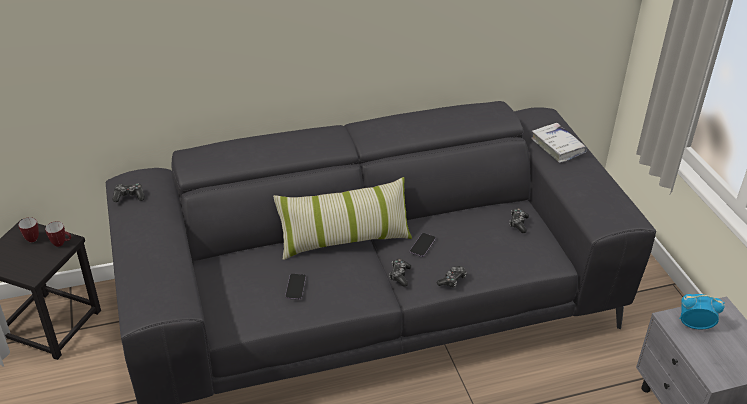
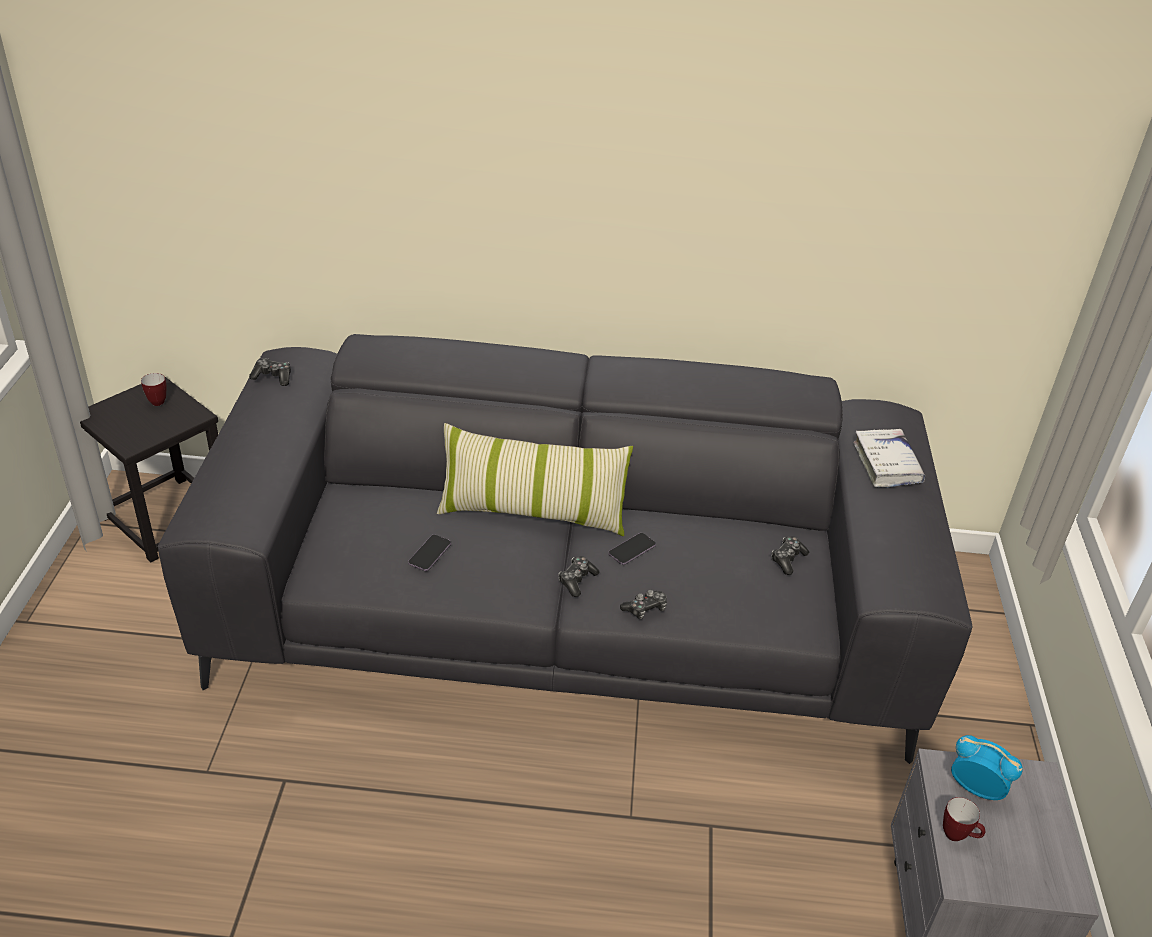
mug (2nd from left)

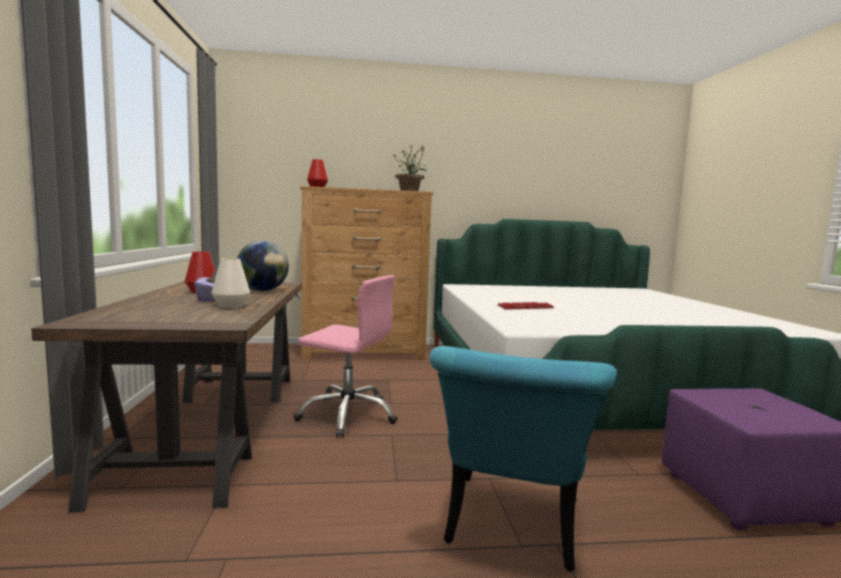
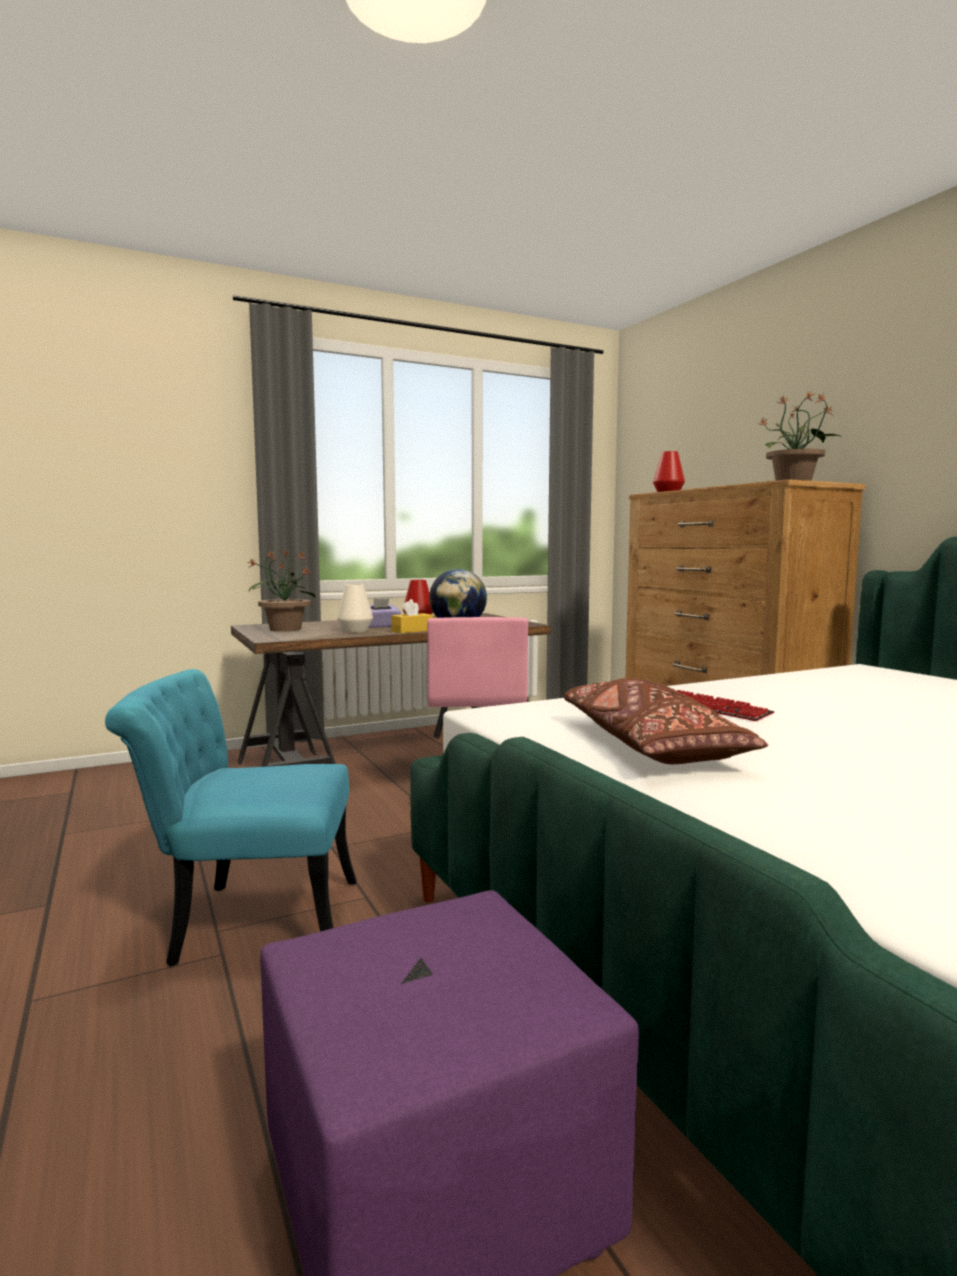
potted plant (1st from left)
yellow tissue box
brown pillow

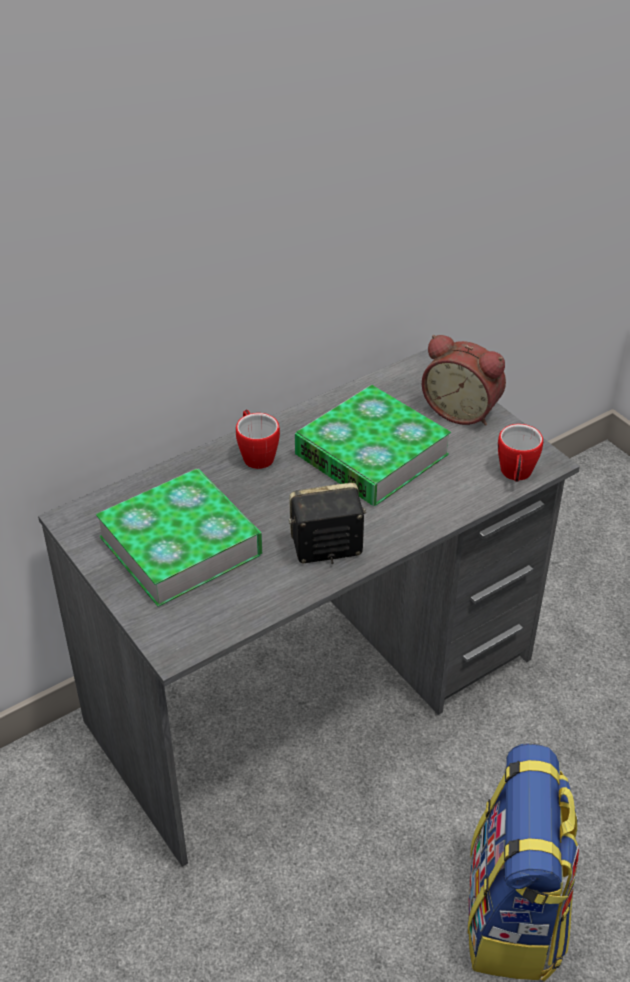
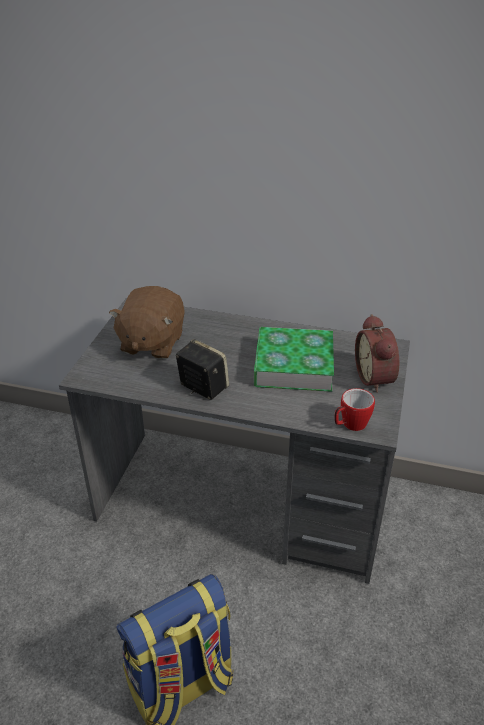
brown plush toy
mug (1st from left in the first image)

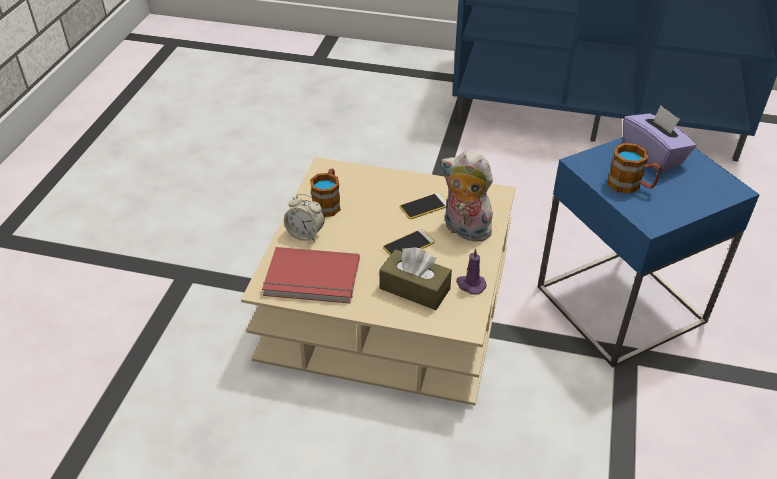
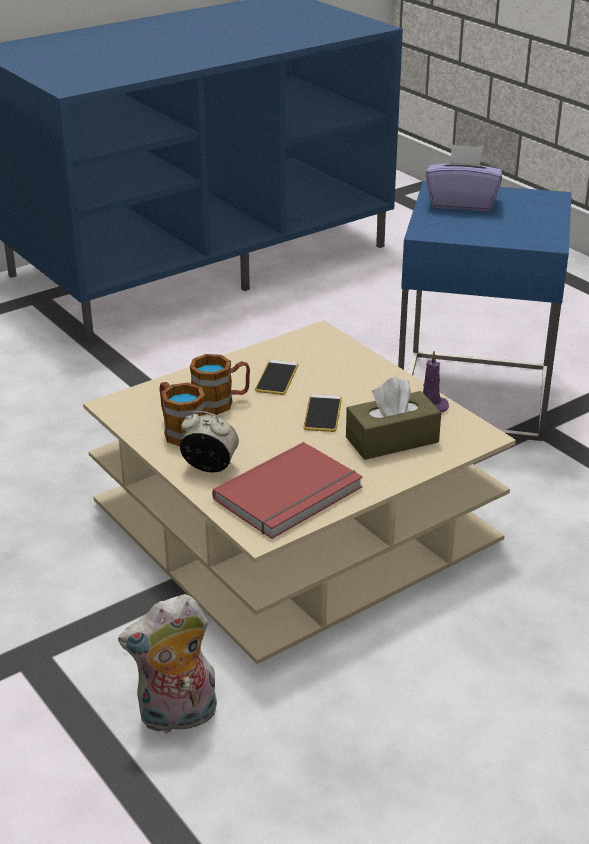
alarm clock
plush toy
mug (2nd from left)

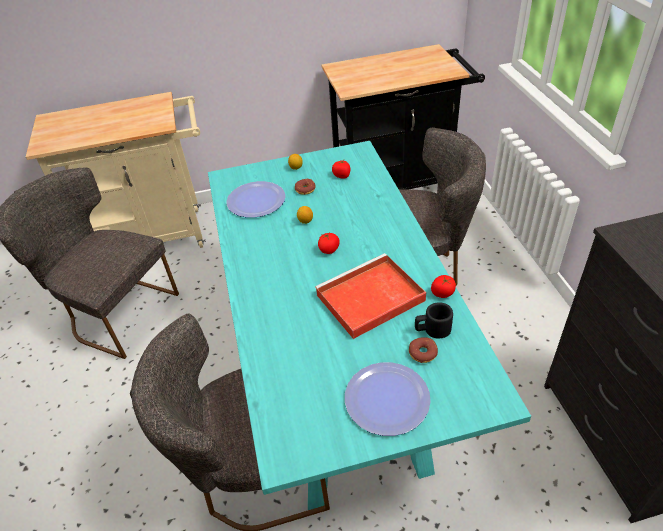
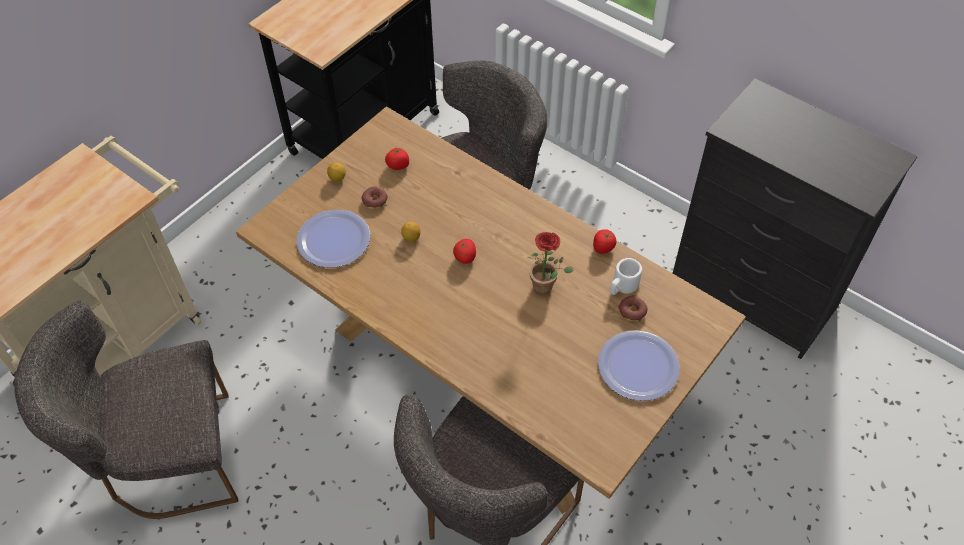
brown dining table
potted plant
white mug

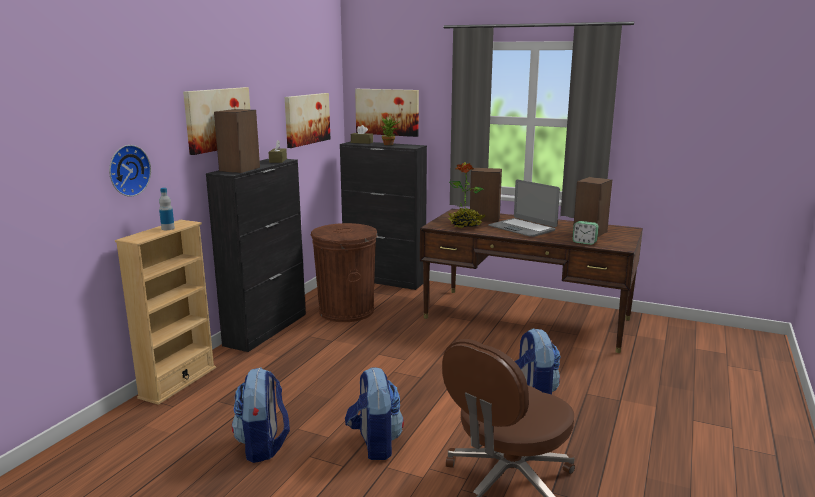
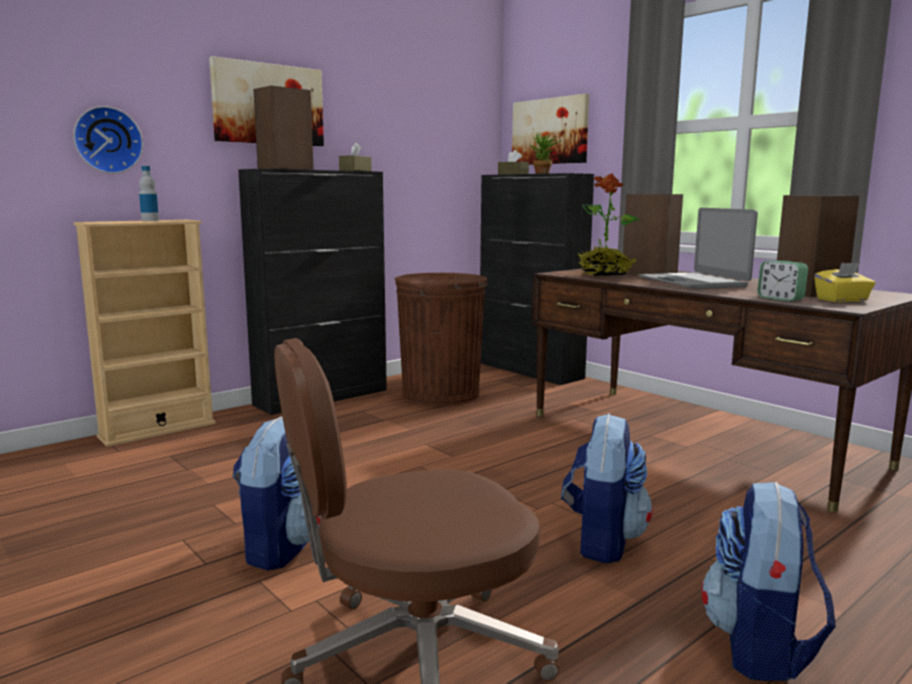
backpack (3rd from left)
picture (2nd from left in the first image)
yellow tissue box

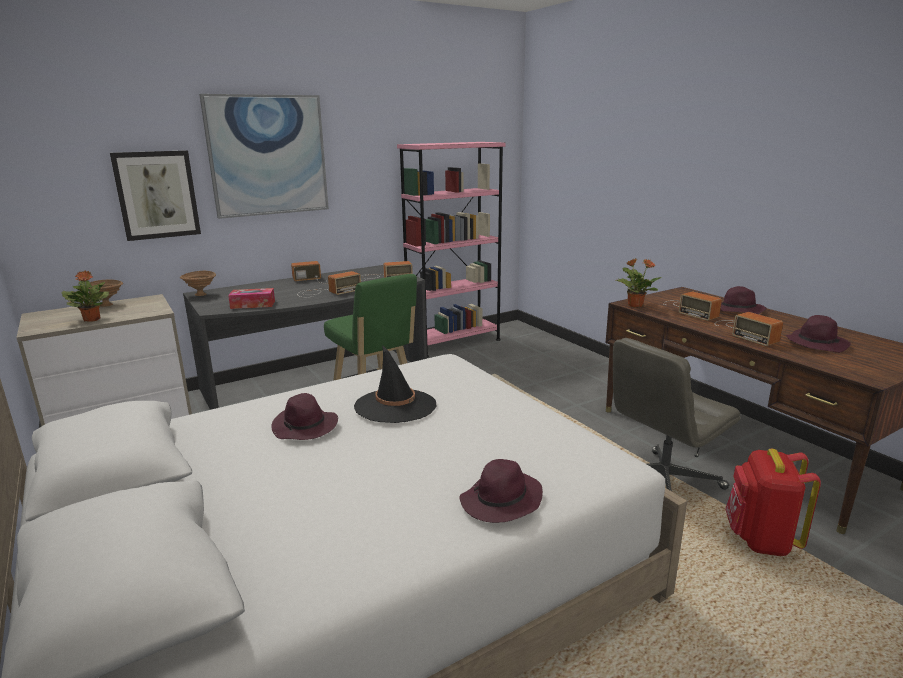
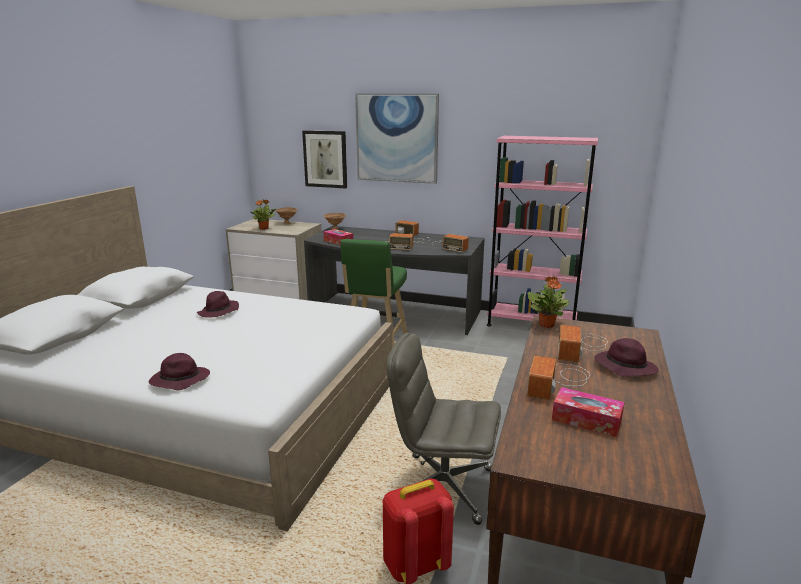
black hat
tissue box (2nd from left)

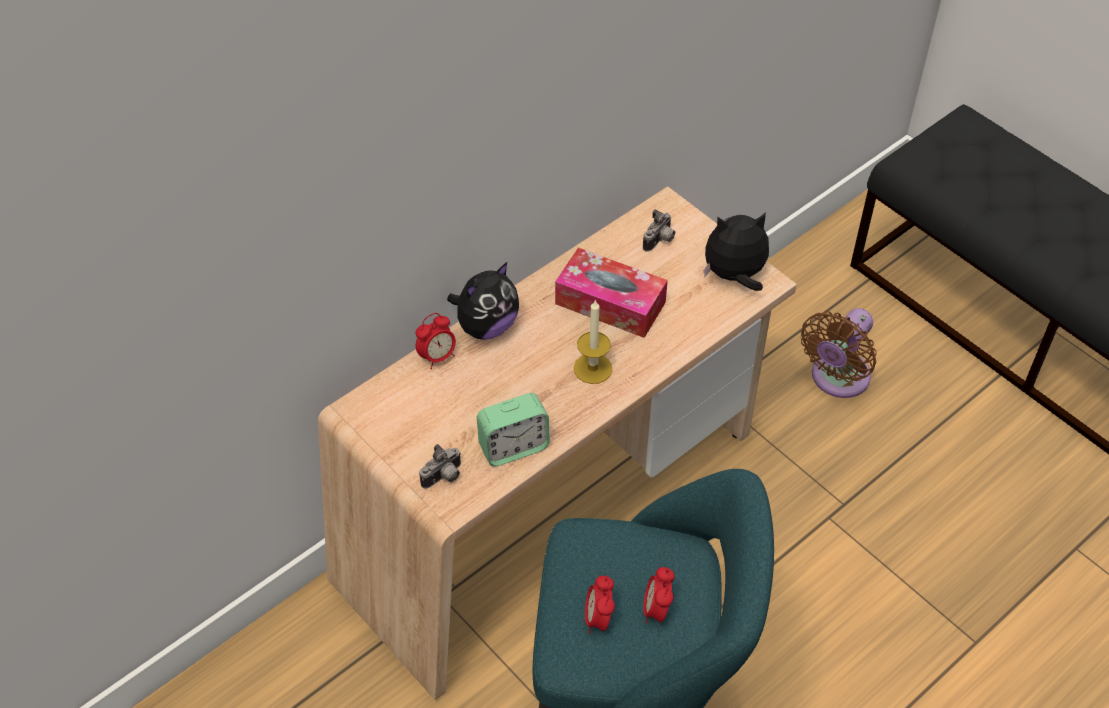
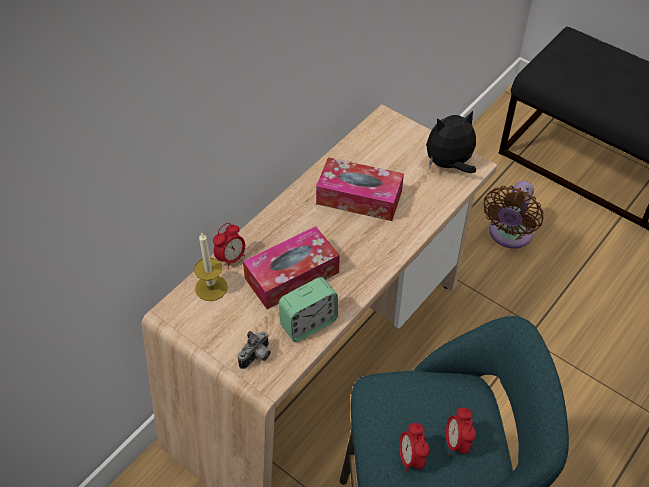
plush toy (1st from left in the first image)
candle
photo camera (2nd from left in the first image)
tissue box (1st from left)

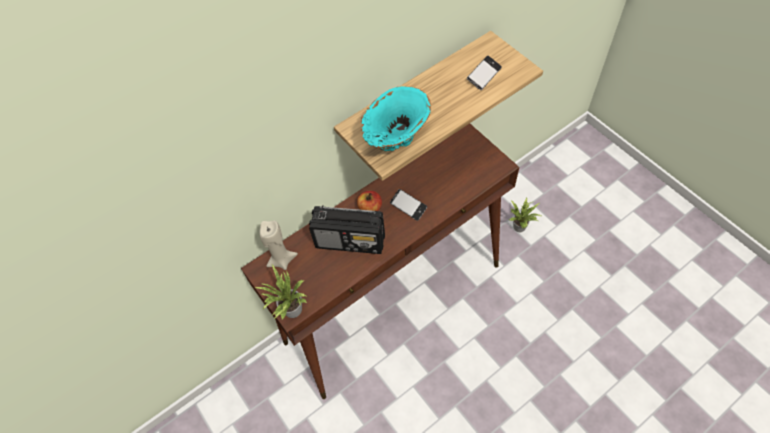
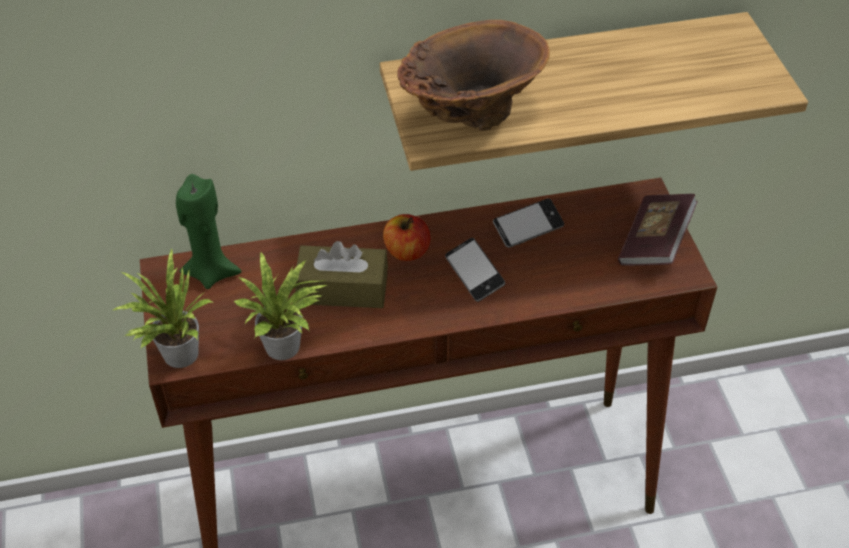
green candle
brown tissue box
brown vase
phone (2nd from left)
potted plant (2nd from left)
book

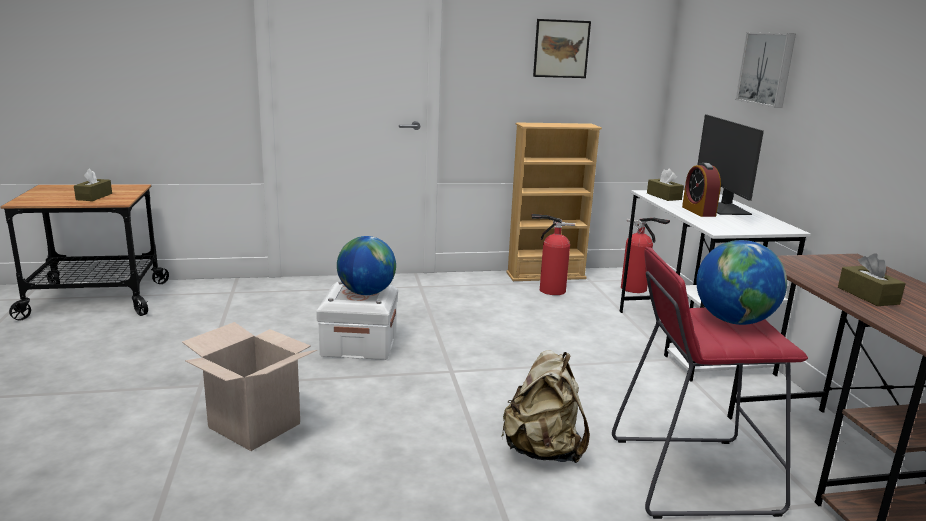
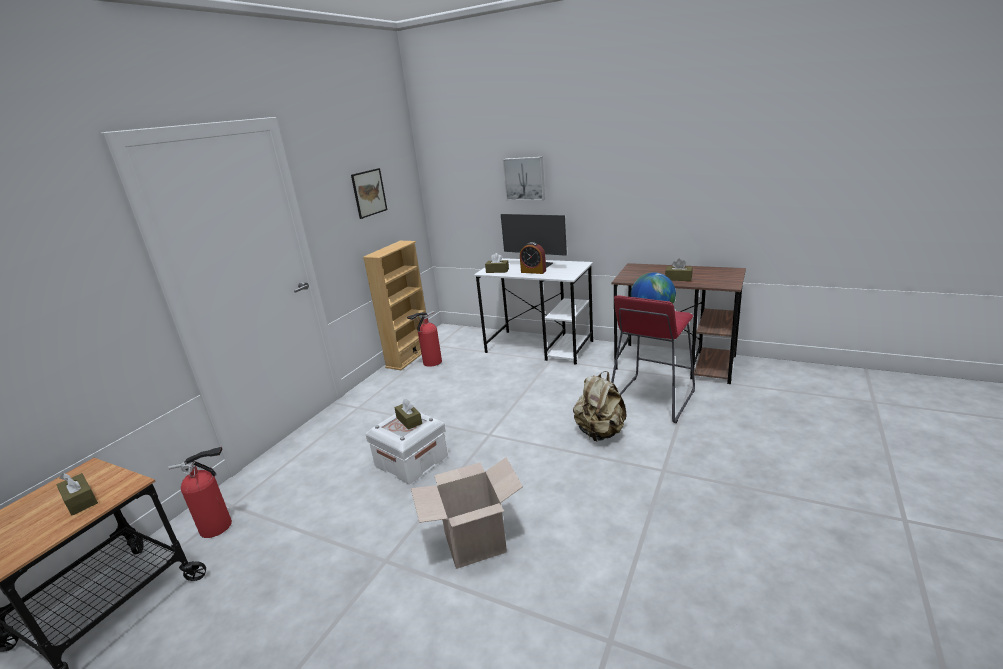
brown tissue box (2nd from left)
fire extinguisher (1st from left)

